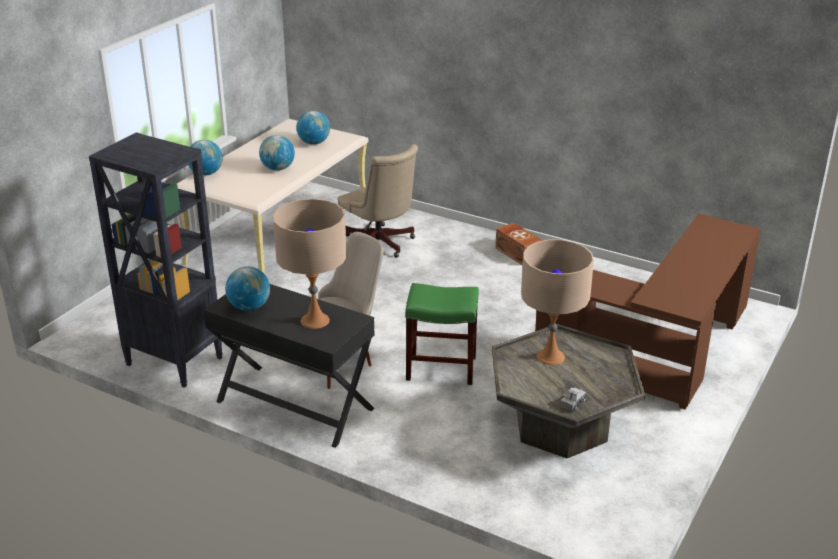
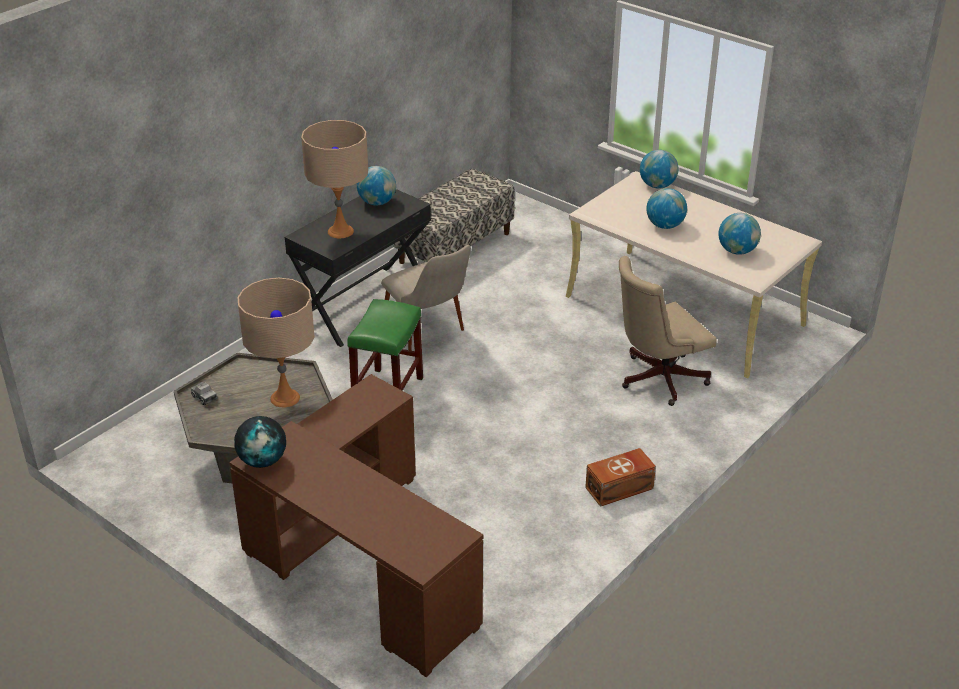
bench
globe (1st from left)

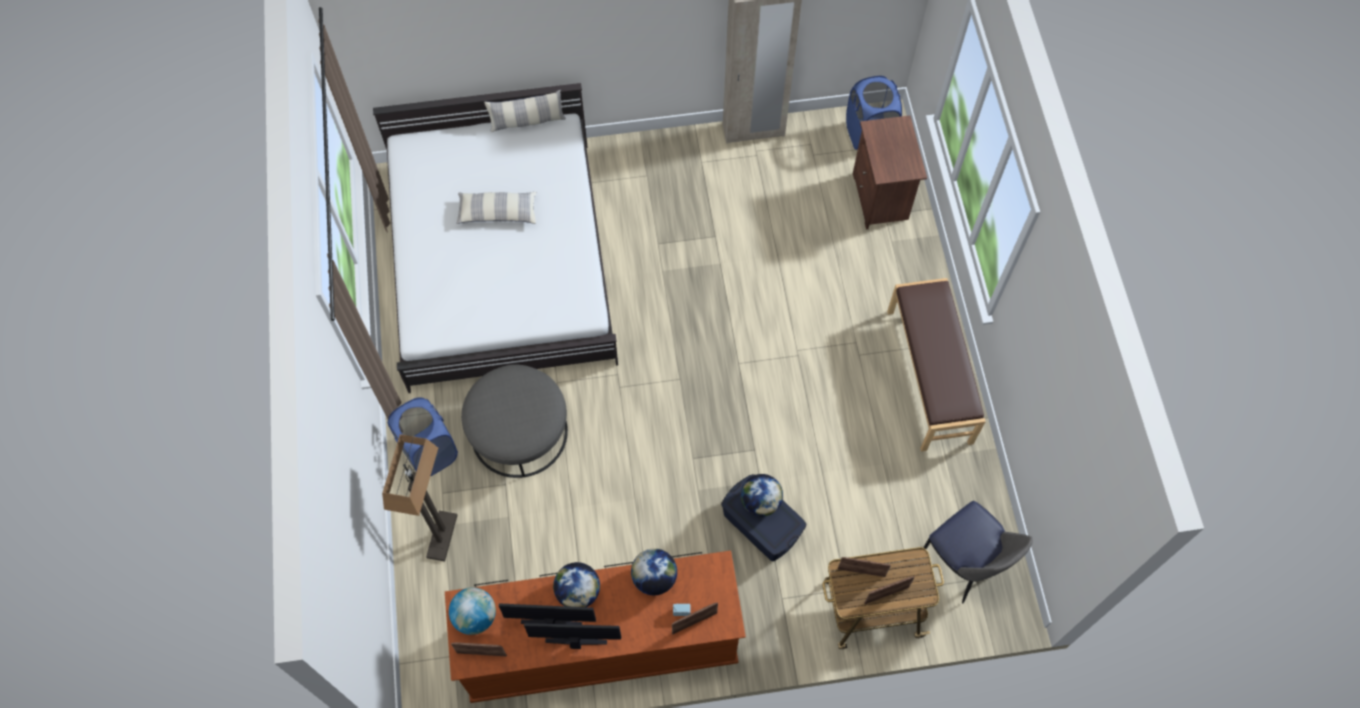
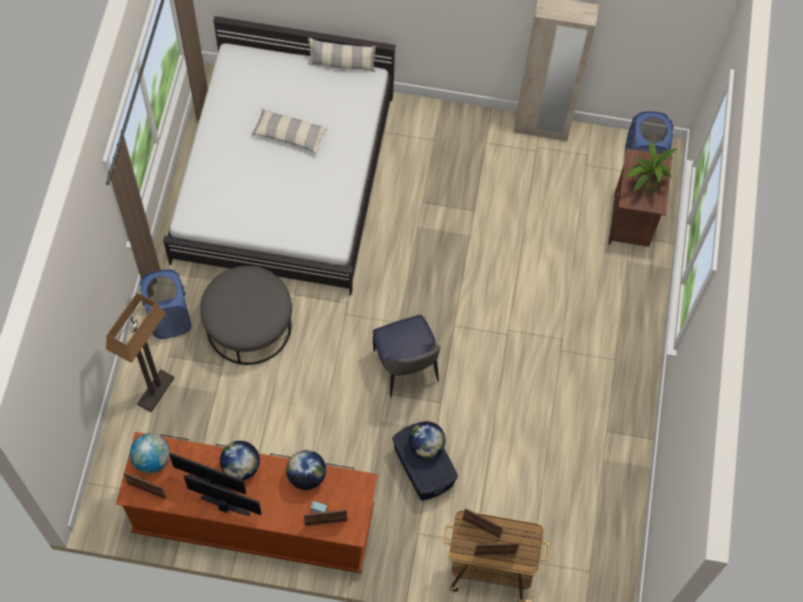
brown bench
chair
potted plant

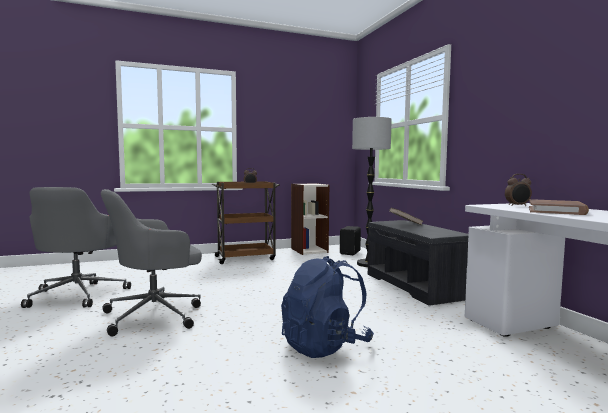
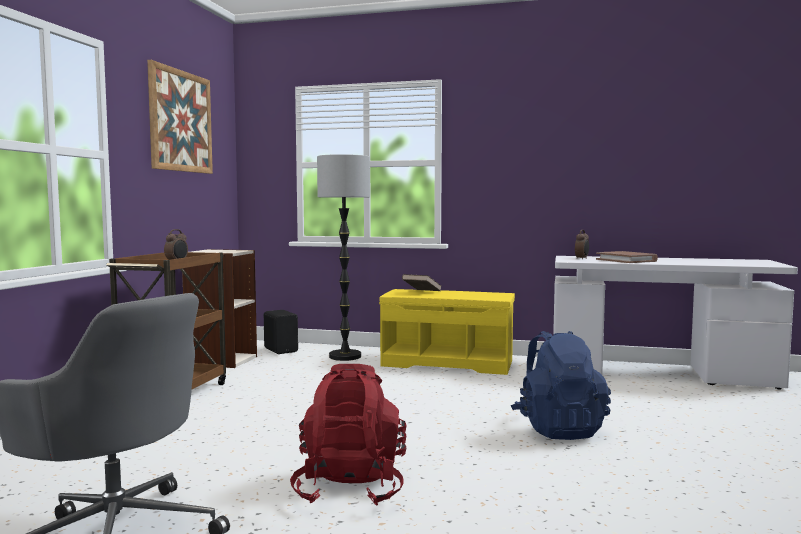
red backpack
yellow bench
picture

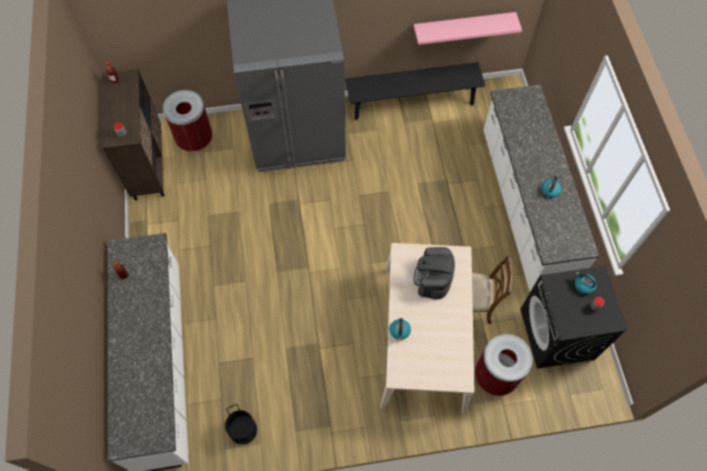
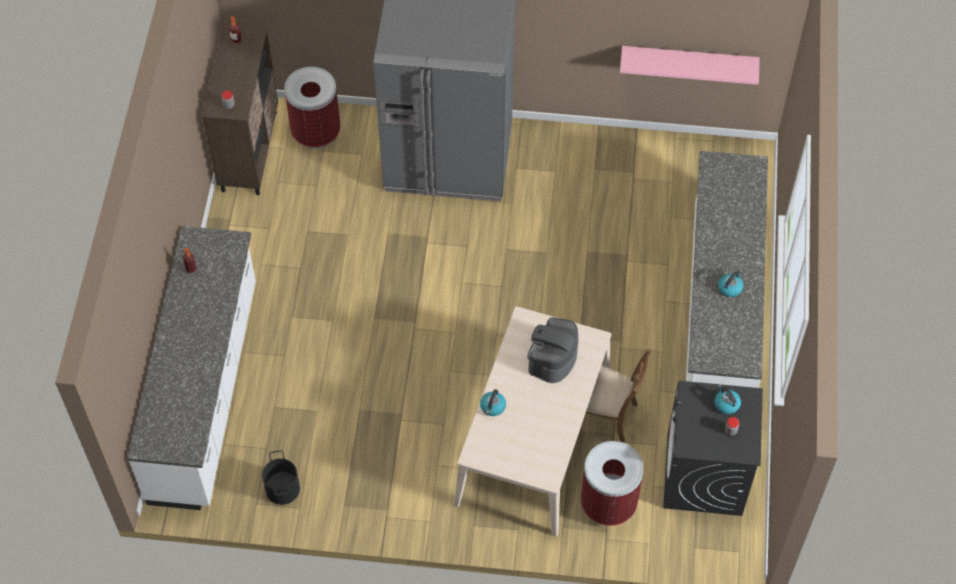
black bench

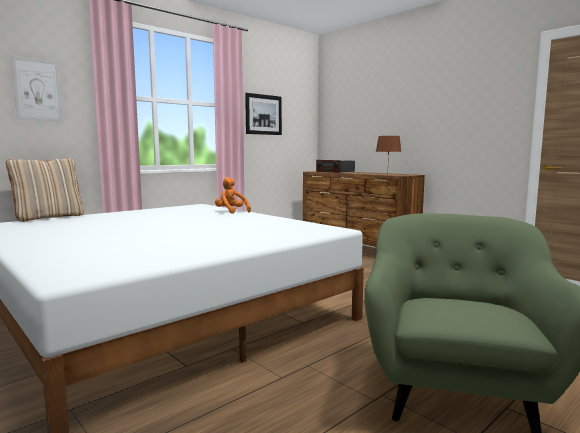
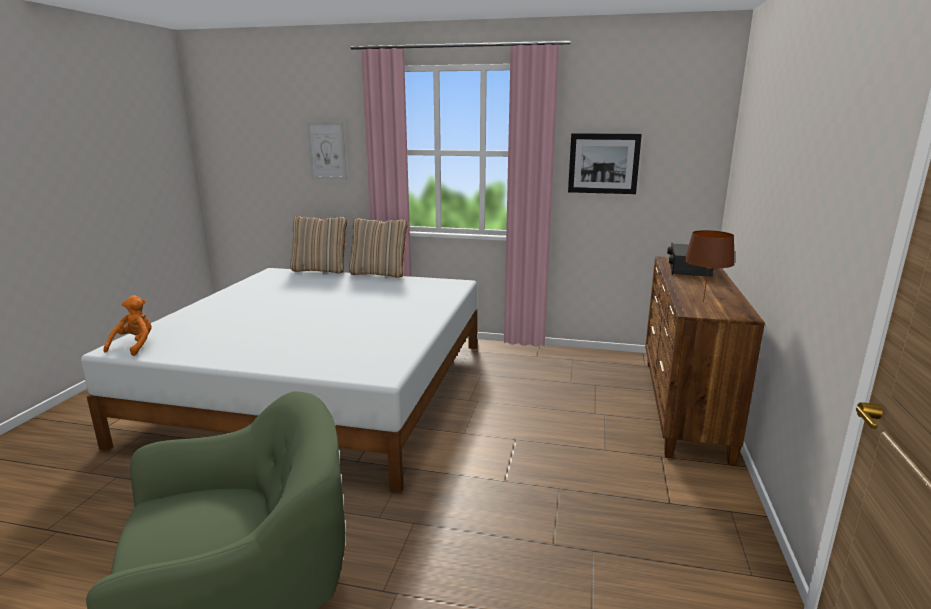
orange plush toy
beige pillow (2nd from left)

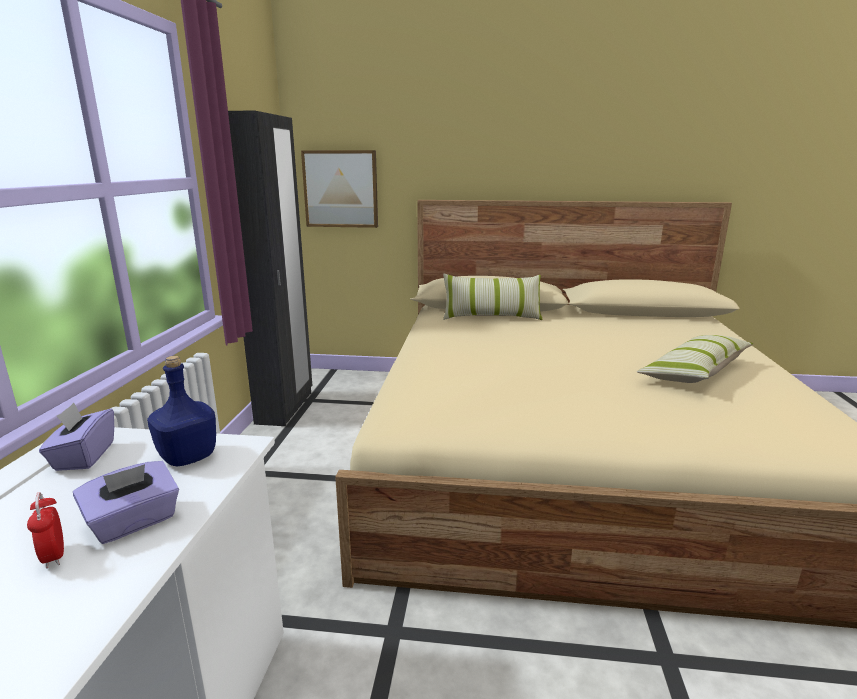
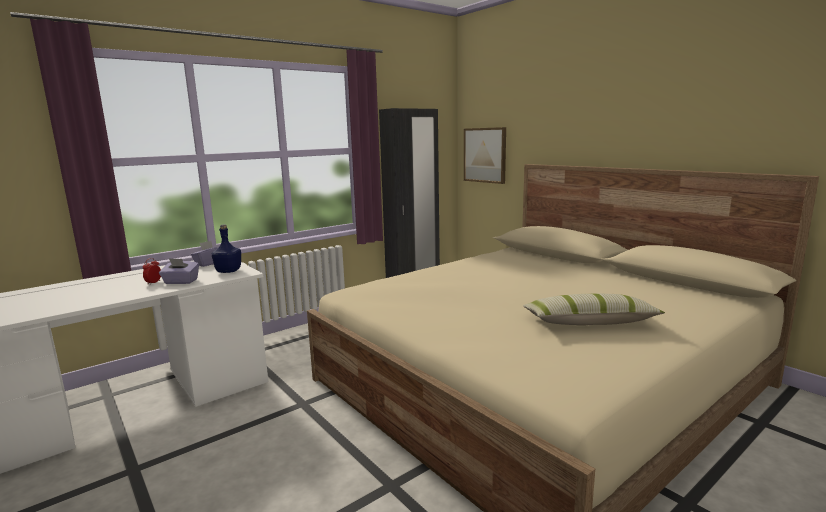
pillow (1st from left in the first image)

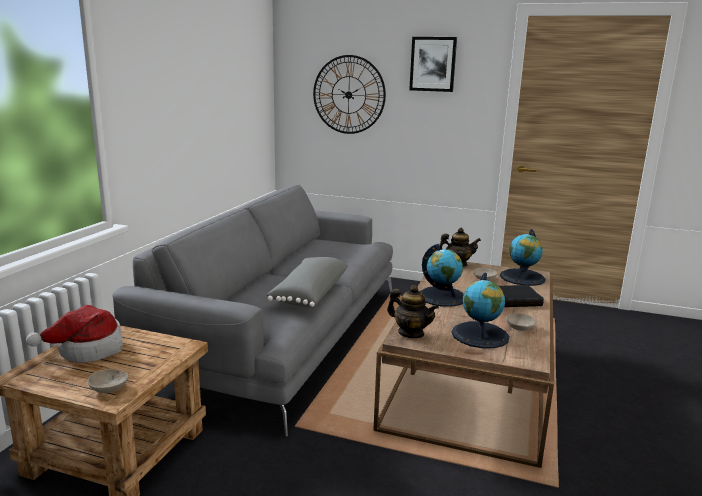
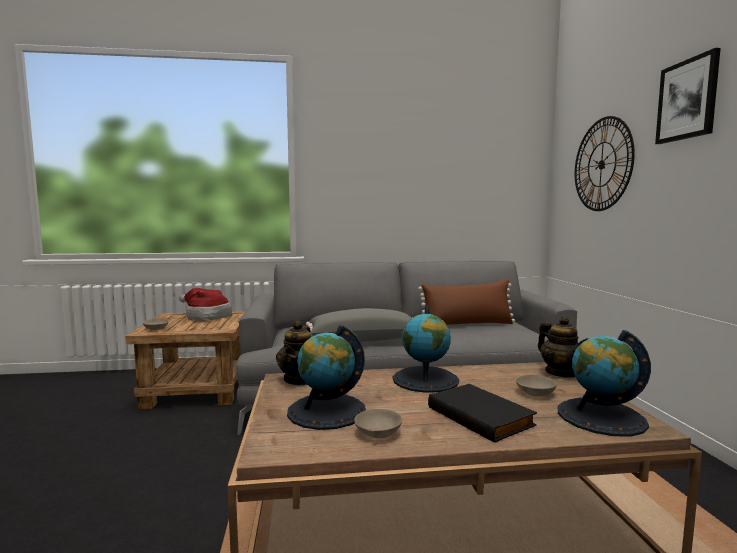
brown pillow

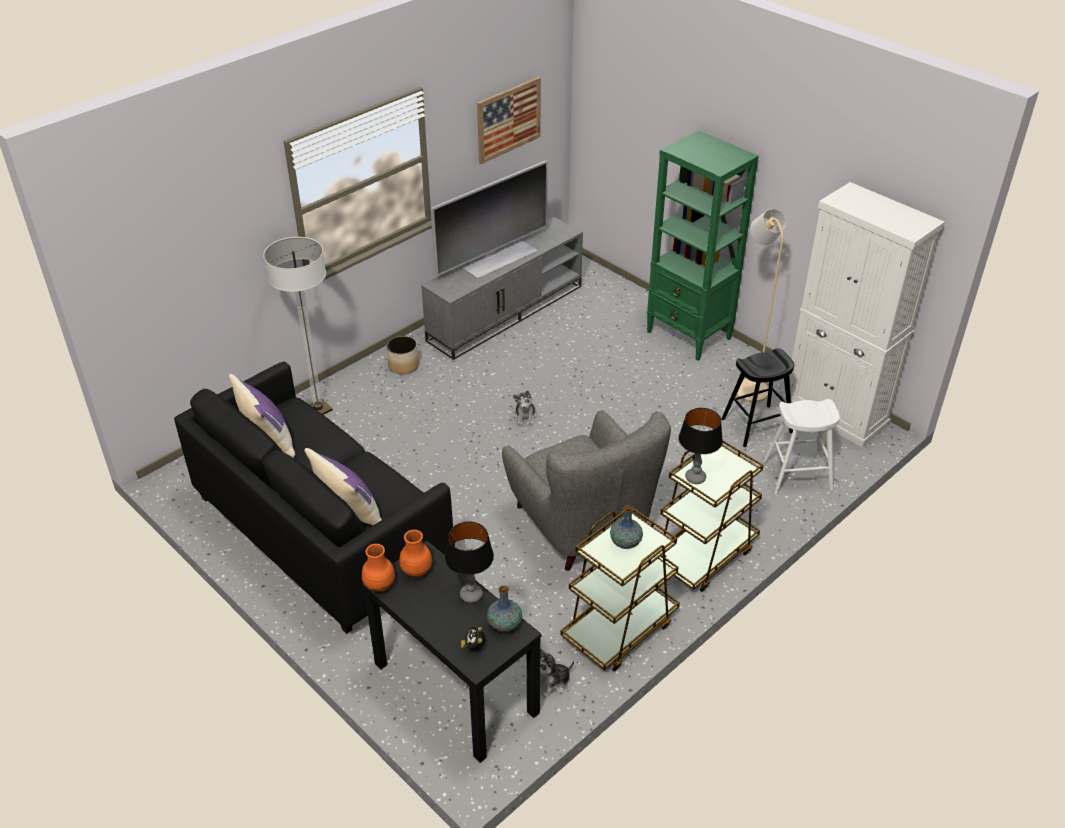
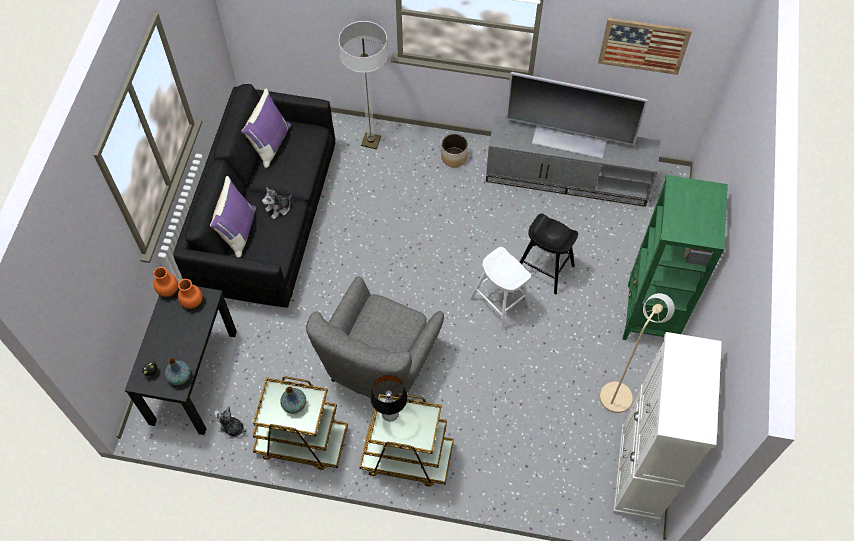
table lamp (1st from left in the first image)
plush toy (2nd from left)
black stool
white stool

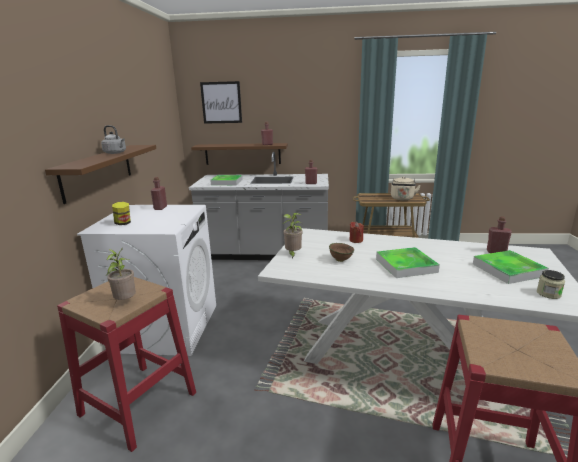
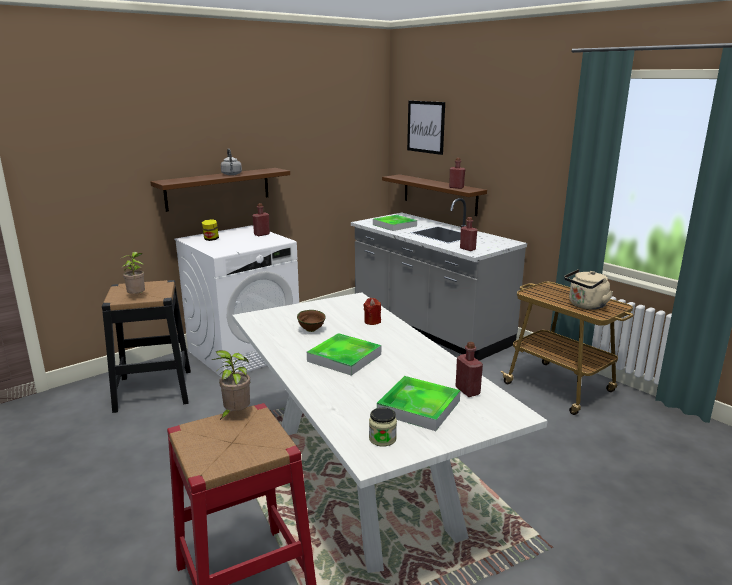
black stool
potted plant (2nd from left)

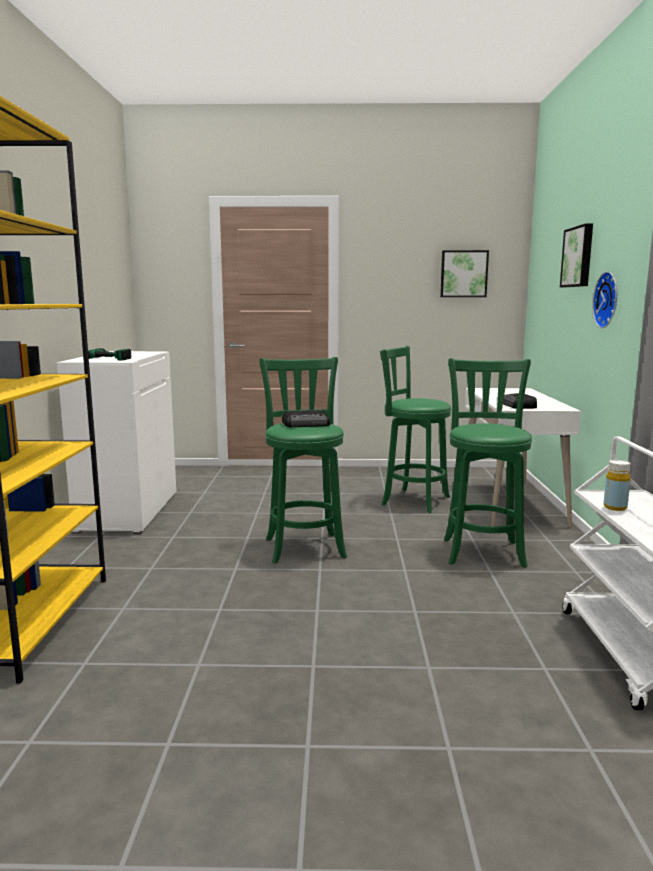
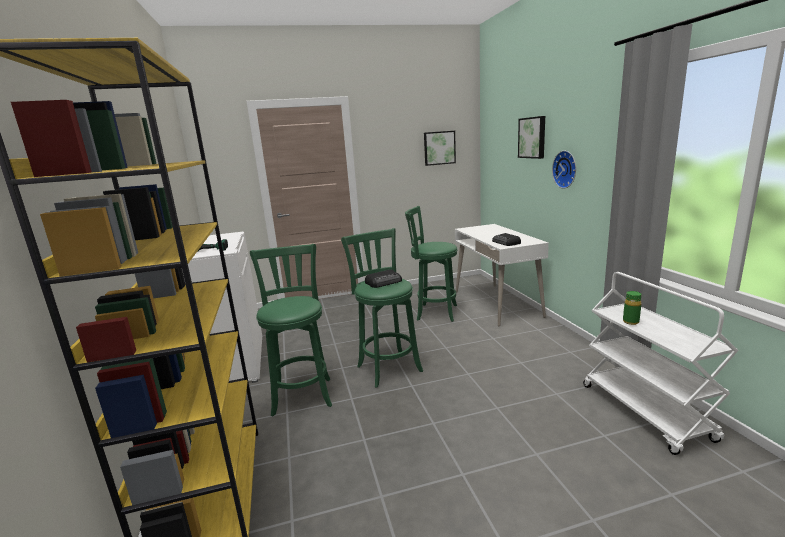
green stool (1st from left)
green bottle

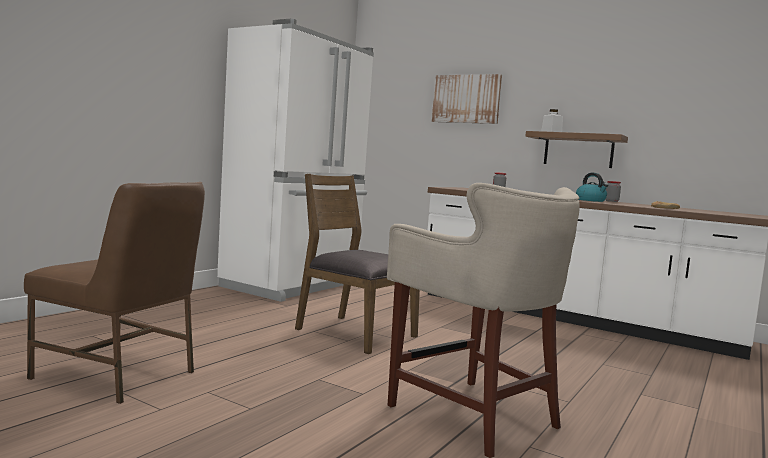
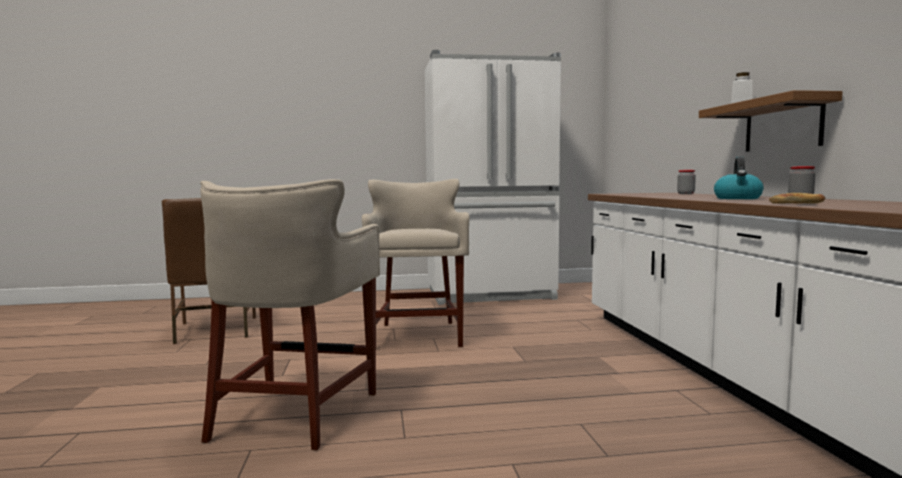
beige stool (2nd from left)
picture

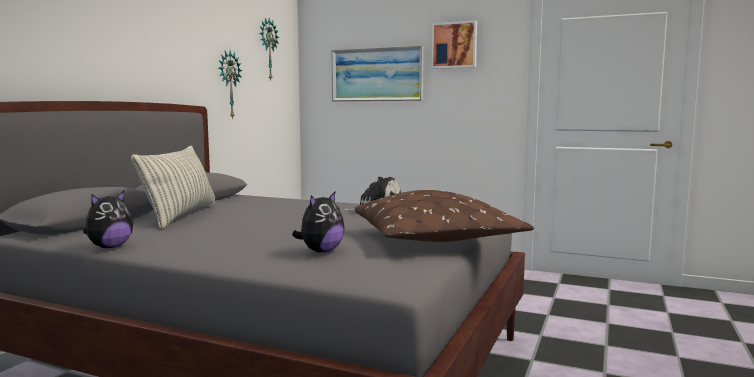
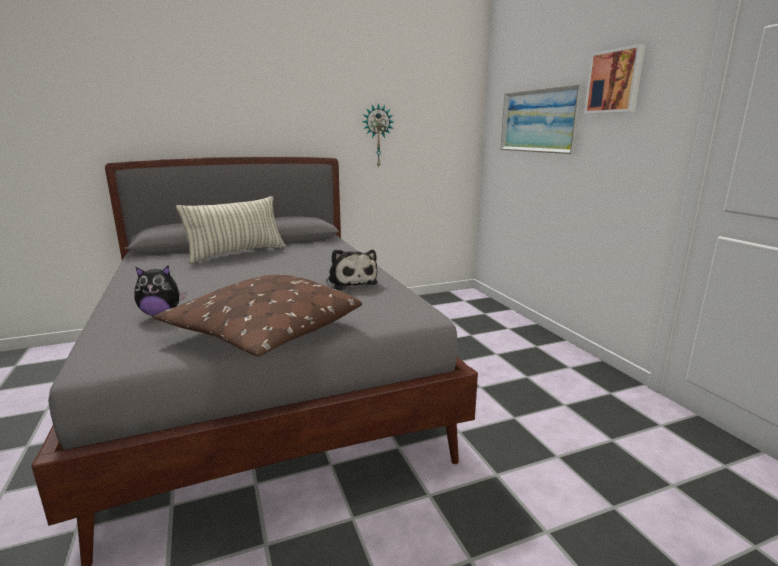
plush toy (1st from left in the first image)
wall clock (2nd from left in the first image)

